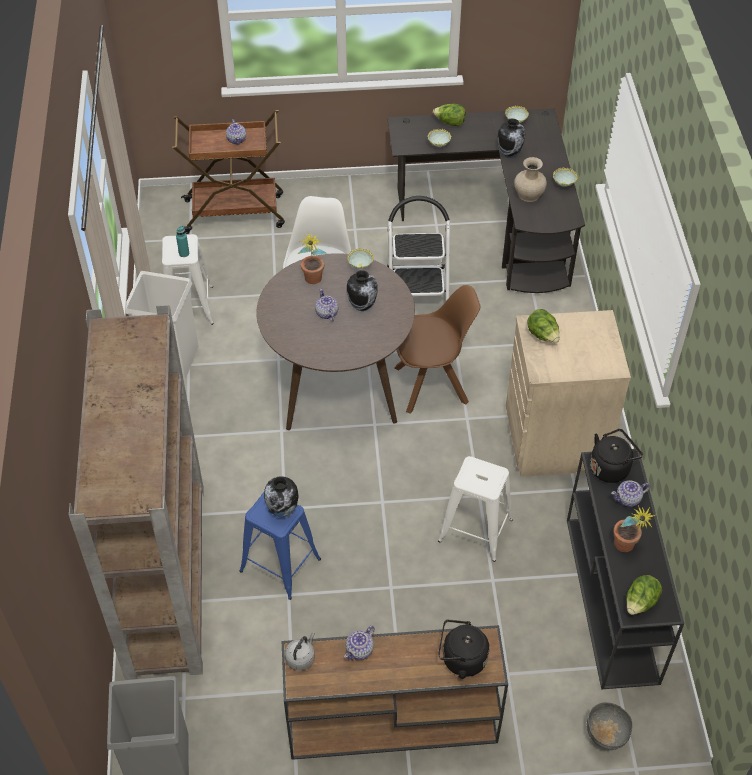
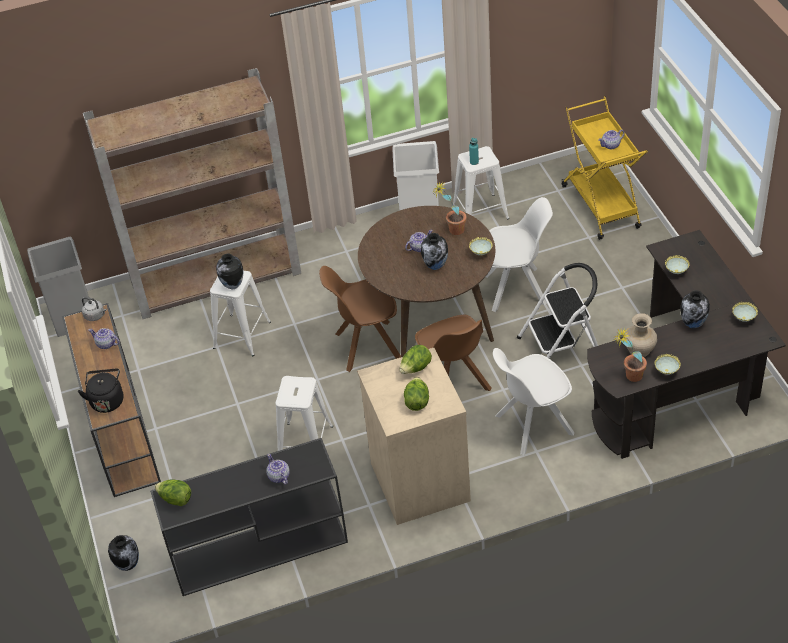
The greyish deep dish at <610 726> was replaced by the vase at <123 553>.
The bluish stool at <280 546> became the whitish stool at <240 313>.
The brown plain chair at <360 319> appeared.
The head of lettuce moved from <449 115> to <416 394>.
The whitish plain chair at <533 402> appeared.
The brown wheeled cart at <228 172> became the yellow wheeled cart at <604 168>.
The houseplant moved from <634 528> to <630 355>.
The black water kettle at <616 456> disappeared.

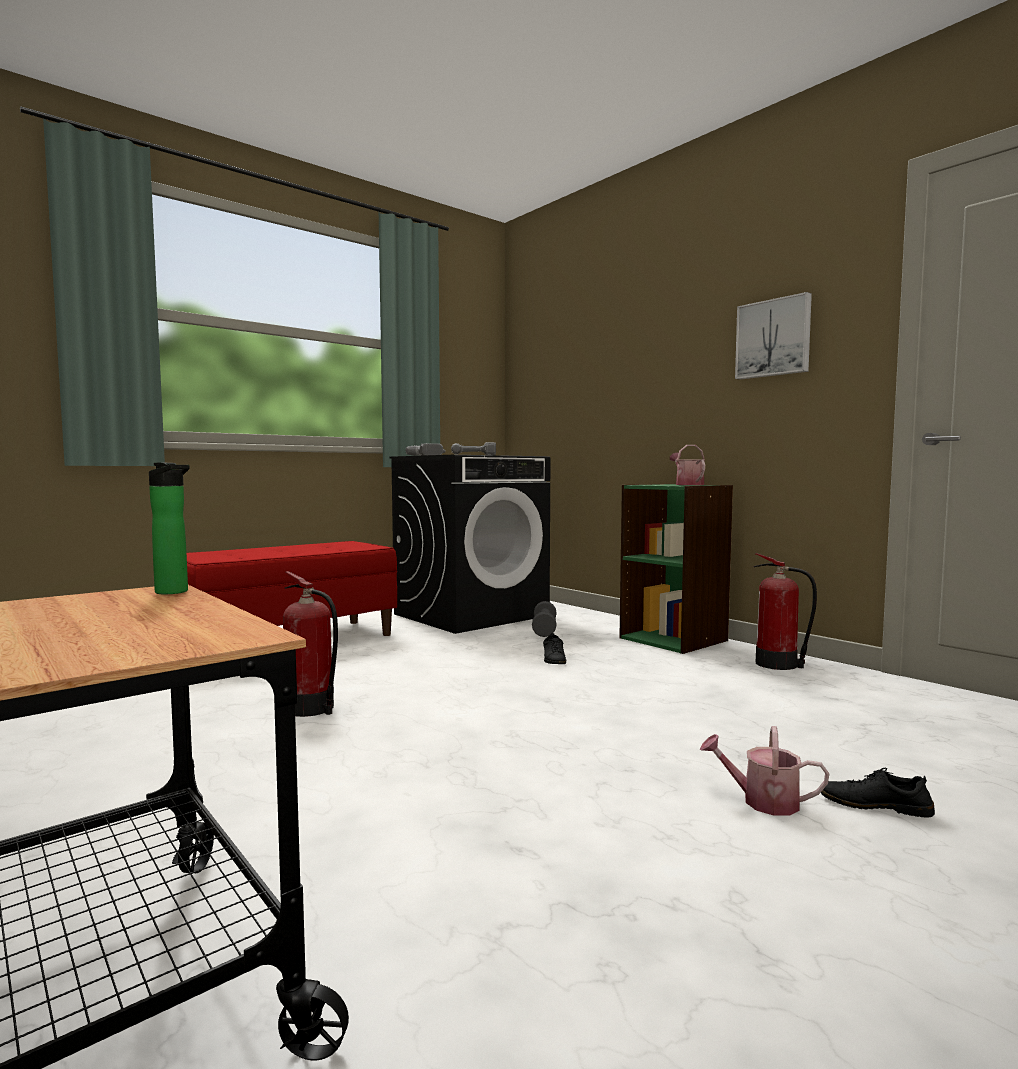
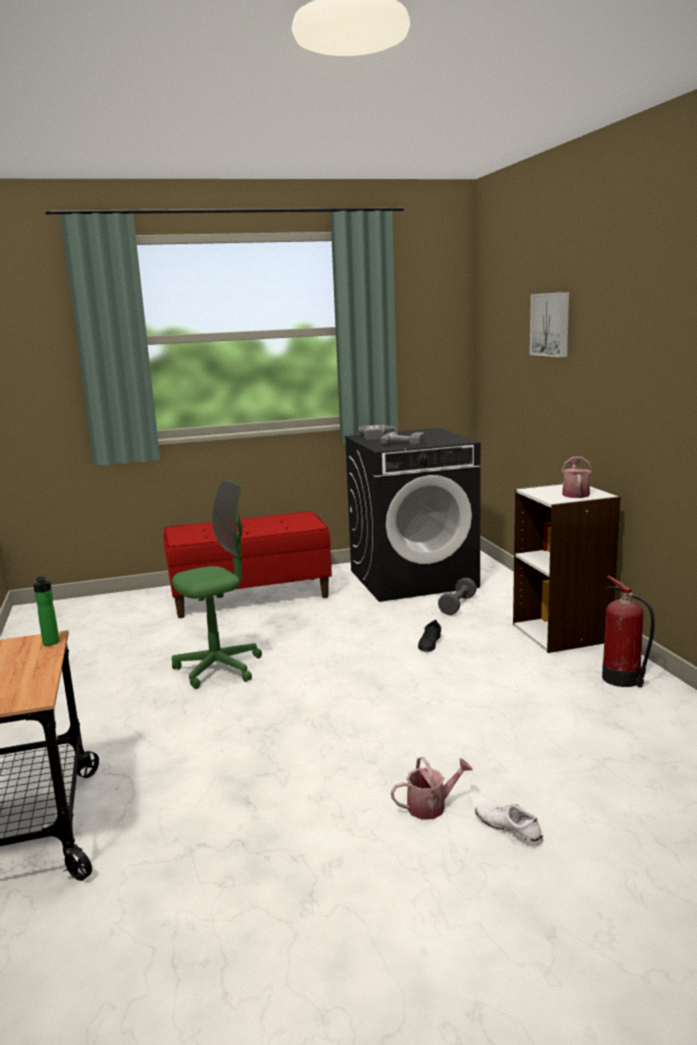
The extinguisher at <310 644> was replaced by the green computer chair at <217 584>.
The sprinkling can at <764 771> turned 120 degrees clockwise.
The black shoe at <878 792> became the whitish shoe at <509 825>.
The green bookshelf at <676 569> became the whitish bookshelf at <567 568>.
The wall art moved from <773 336> to <549 324>.

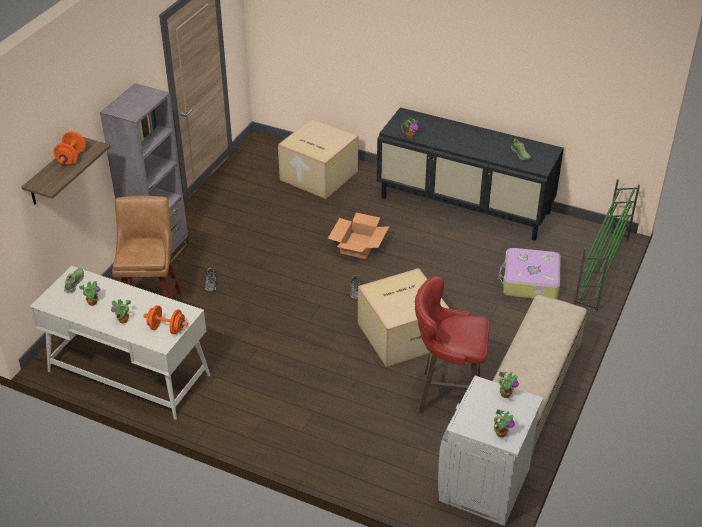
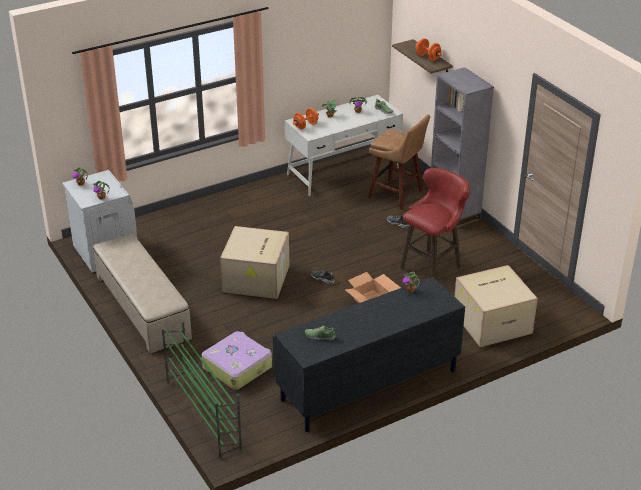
The red stool moved from <452 344> to <435 223>.

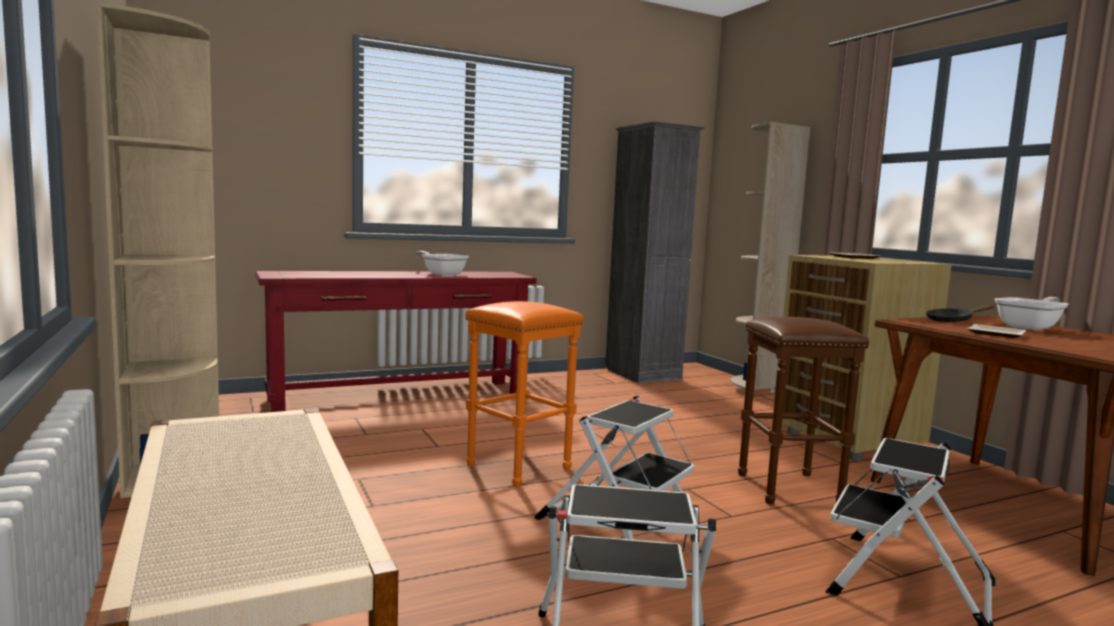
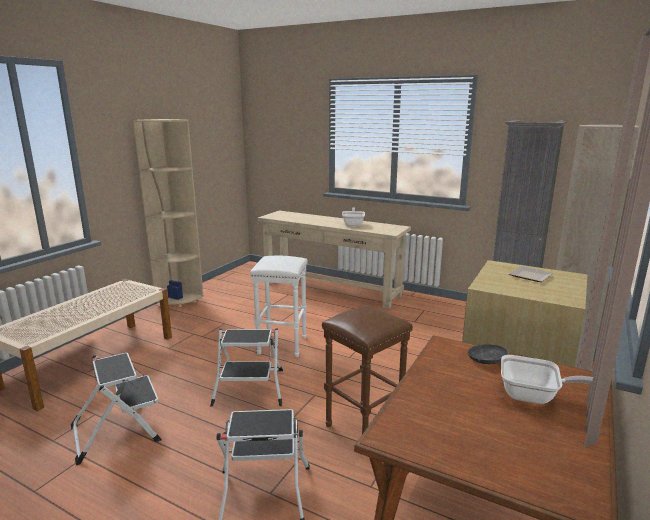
The orangey stool at <524 394> became the whitish stool at <279 306>.
The red narrow table at <395 341> became the beige-coloured narrow table at <334 259>.
The flat dish at <997 331> disappeared.

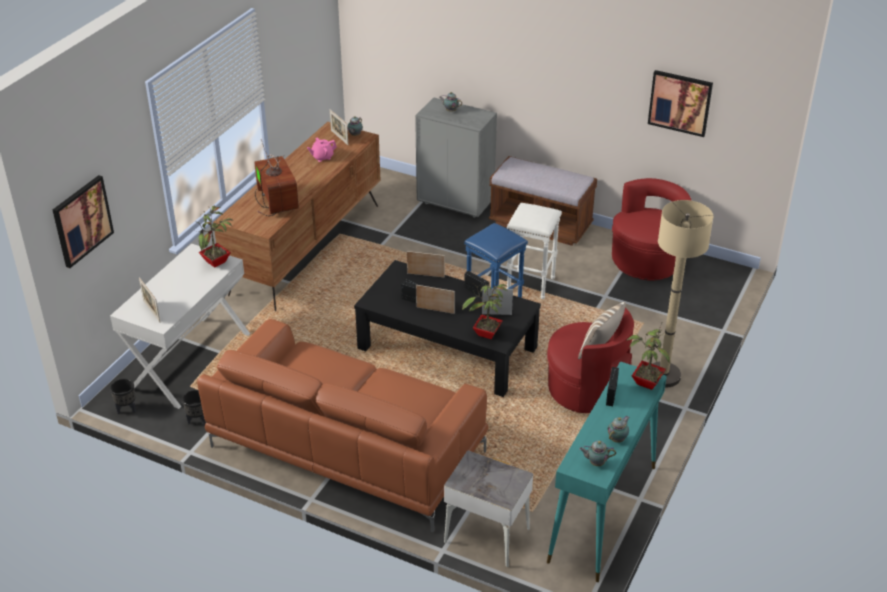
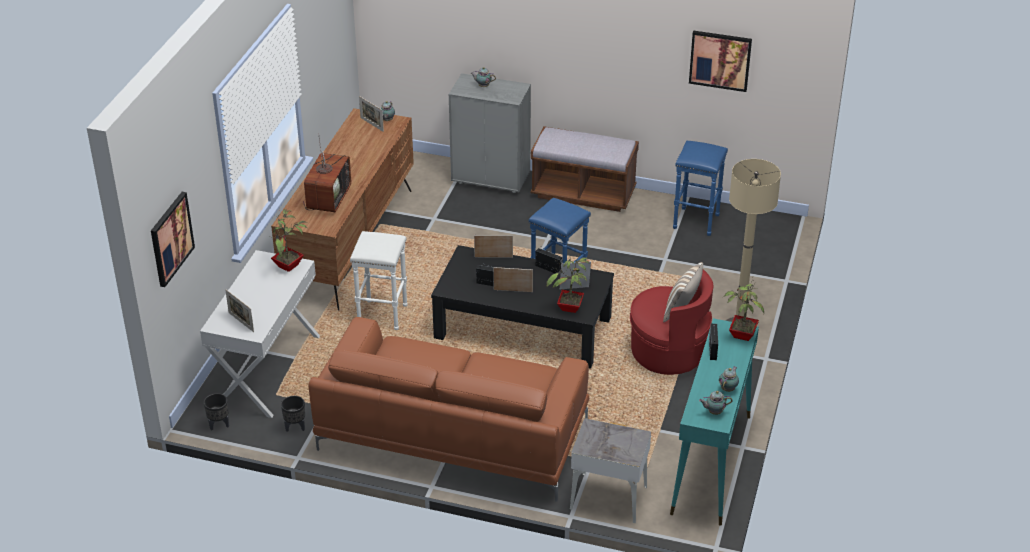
The television at <276 177> turned 45 degrees clockwise.
The whitish stool moved from <534 251> to <379 280>.
The red easy chair at <652 229> was replaced by the bluish stool at <700 188>.
The pink-coloured teapot at <322 149> disappeared.

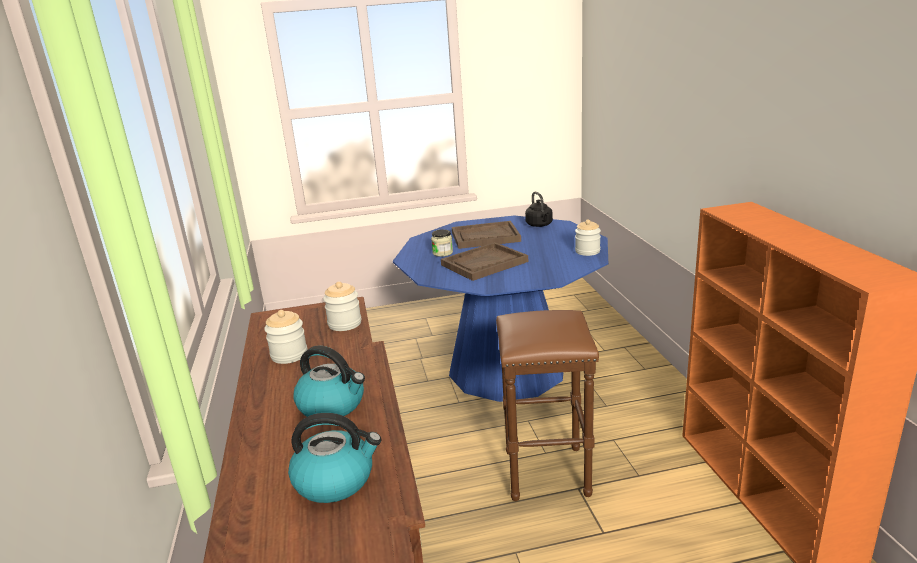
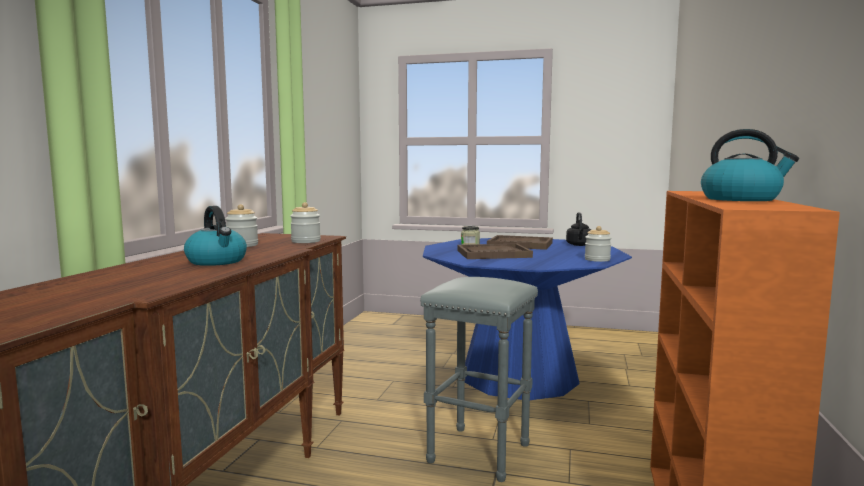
The brown stool at <547 405> became the greyish stool at <479 379>.
The water kettle moved from <334 458> to <750 165>.

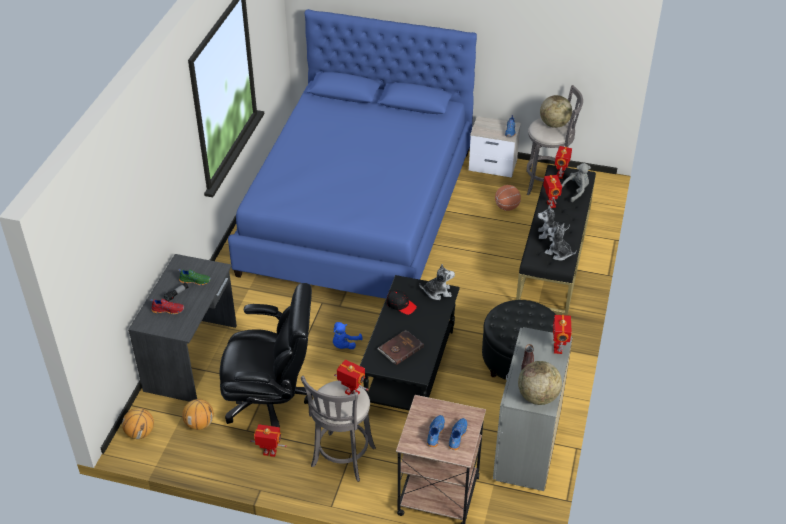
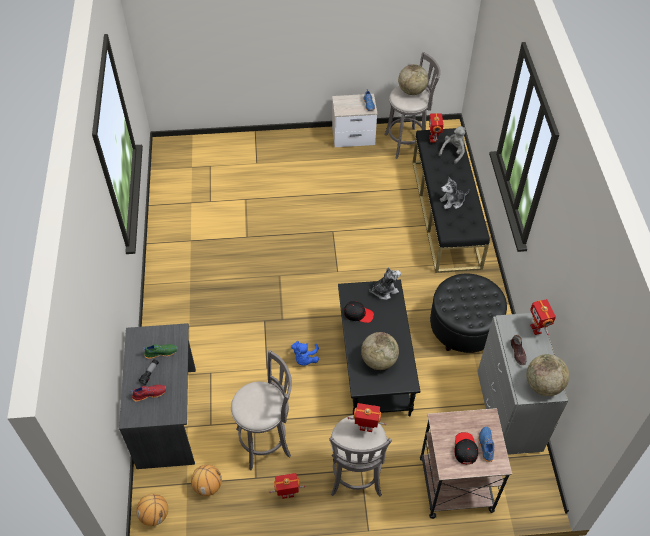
The black computer chair at <266 355> was replaced by the greyish stool at <261 410>.
The brown book at <400 347> was replaced by the globe at <380 351>.
The bluish shoe at <436 431> was replaced by the black baseball cap at <466 448>.
The bluish sleeping bed at <352 154> disappeared.
The ball for basketball at <508 198> disappeared.
The model robot at <552 191> disappeared.
The cuddly toy at <560 242> disappeared.

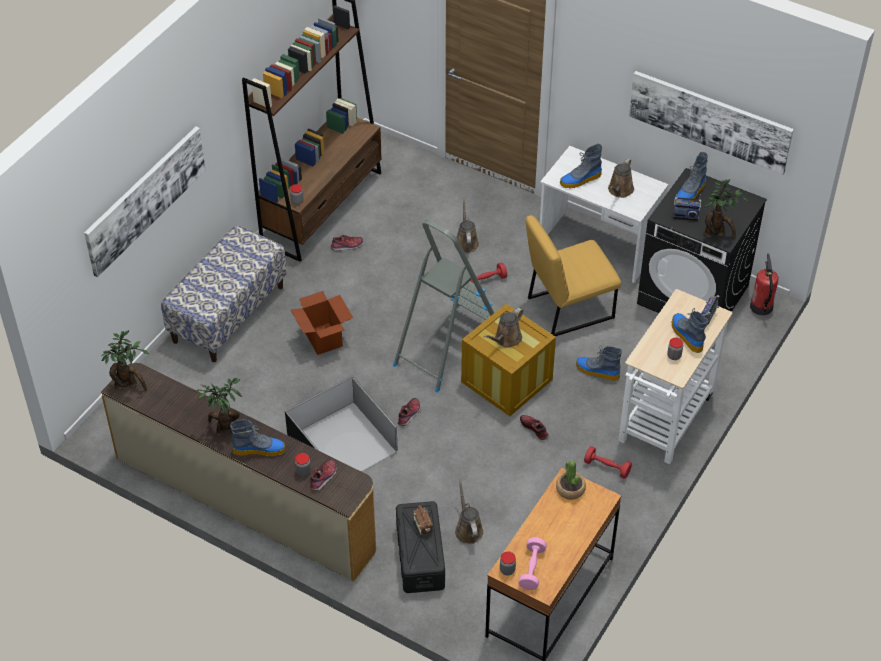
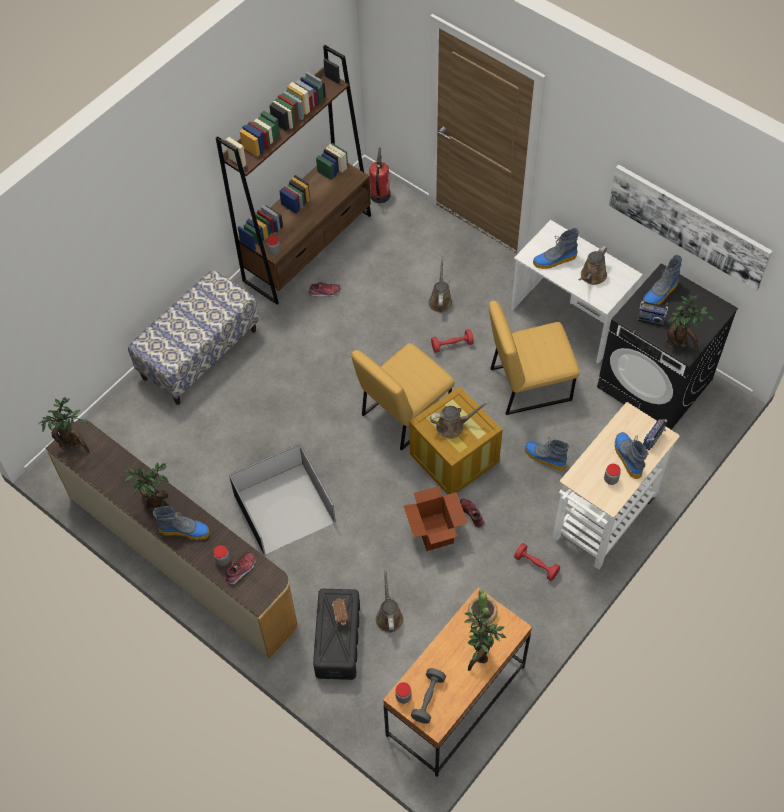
The greyish stepladder at <443 306> was replaced by the yellow plain chair at <403 397>.
The extinguisher moved from <764 284> to <379 175>.
The cardboard box moved from <321 323> to <435 518>.
The pink-coloured free weight at <533 563> became the greyish free weight at <428 696>.
The brown sprinkling can at <503 328> turned 150 degrees counterclockwise.
The houseplant at <485 639> appeared.
The wall art at <145 202> disappeared.
The shoe at <409 412> disappeared.

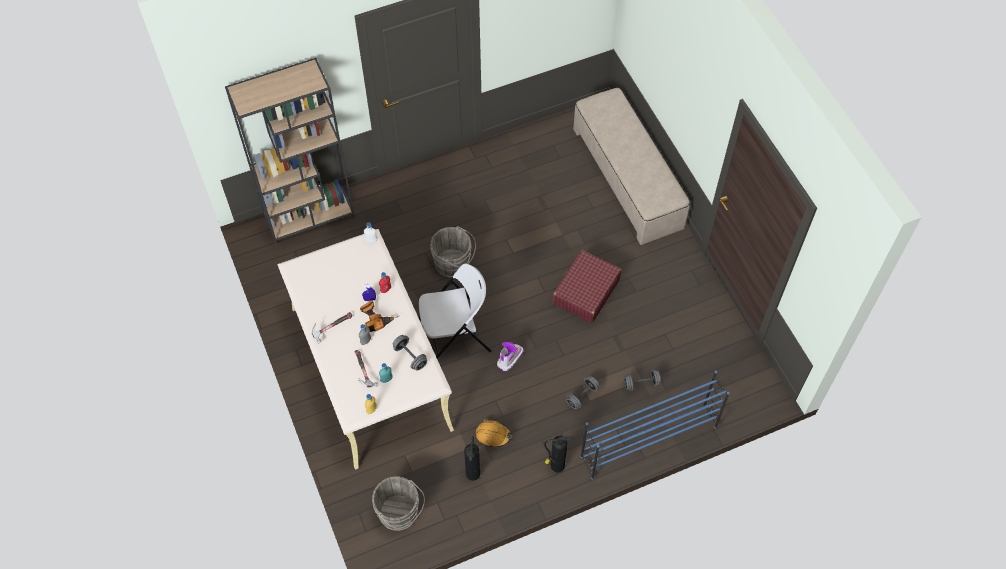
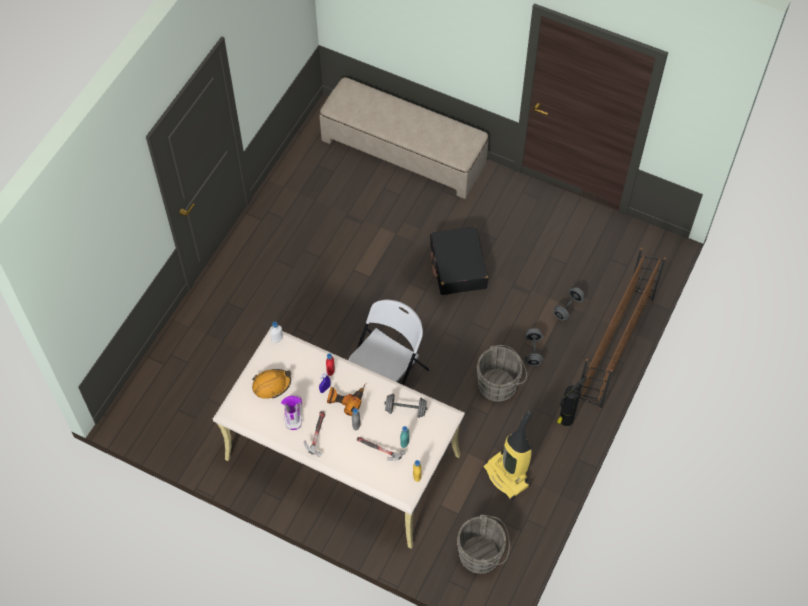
The orangey safety helmet moved from <494 433> to <271 384>.
The tall boot moved from <510 356> to <291 412>.
The red suitcase at <587 286> became the black suitcase at <459 261>.
The greyish pail moved from <453 252> to <501 373>.
The extinguisher at <472 458> was replaced by the vacuum at <507 455>.
The bluish shoe rack at <655 425> became the brown shoe rack at <622 329>.
The bookshelf at <290 151> disappeared.

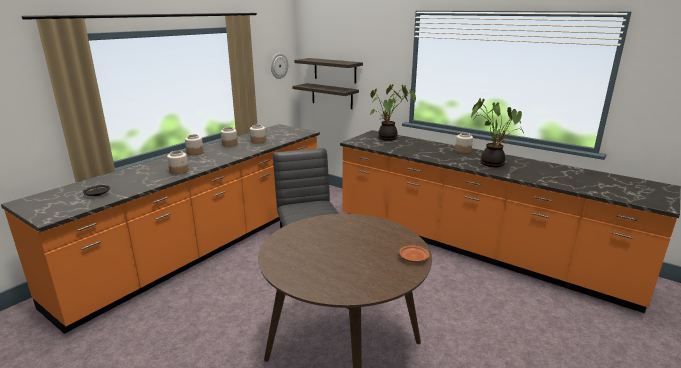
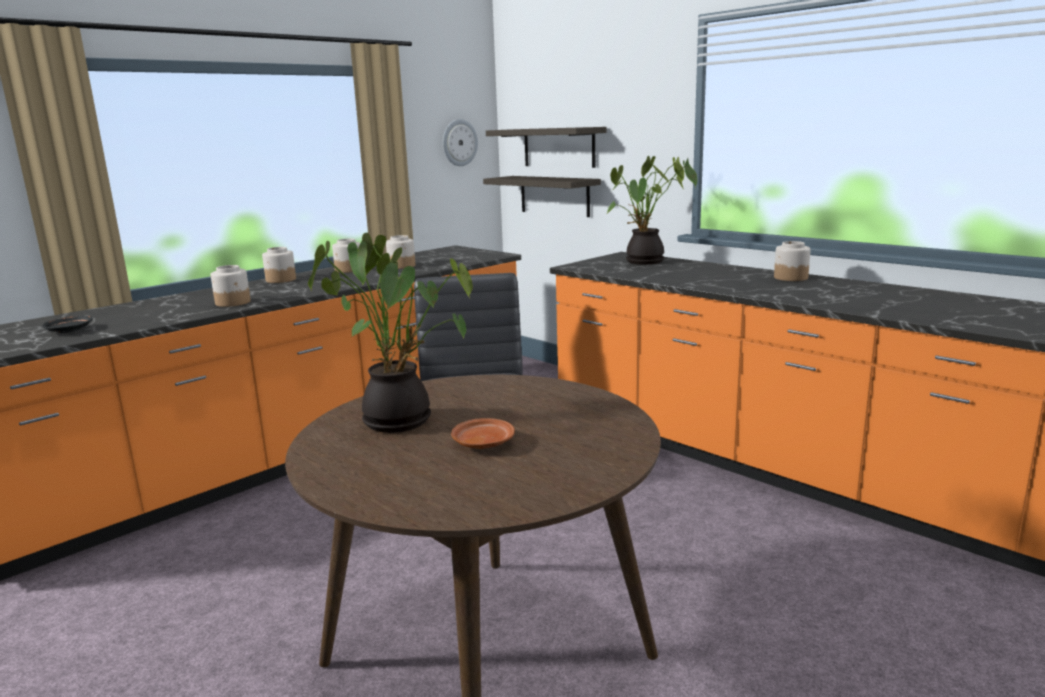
The houseplant moved from <497 132> to <390 333>.
The brown flat dish moved from <414 253> to <483 433>.

